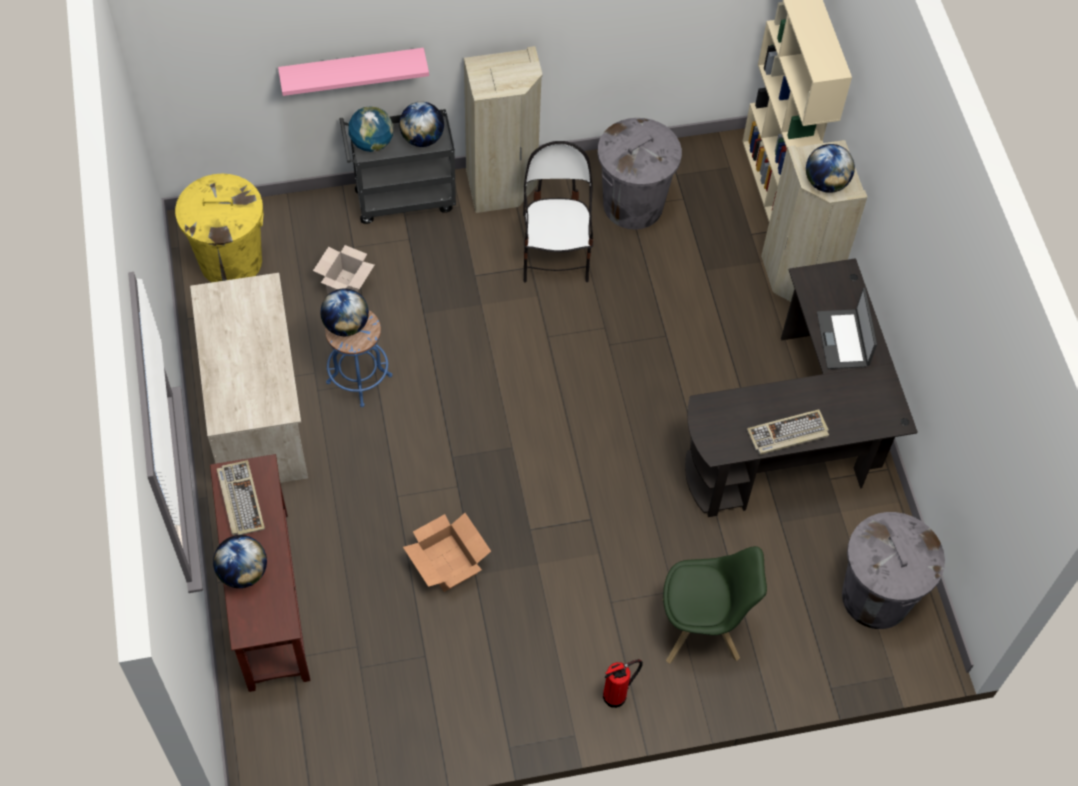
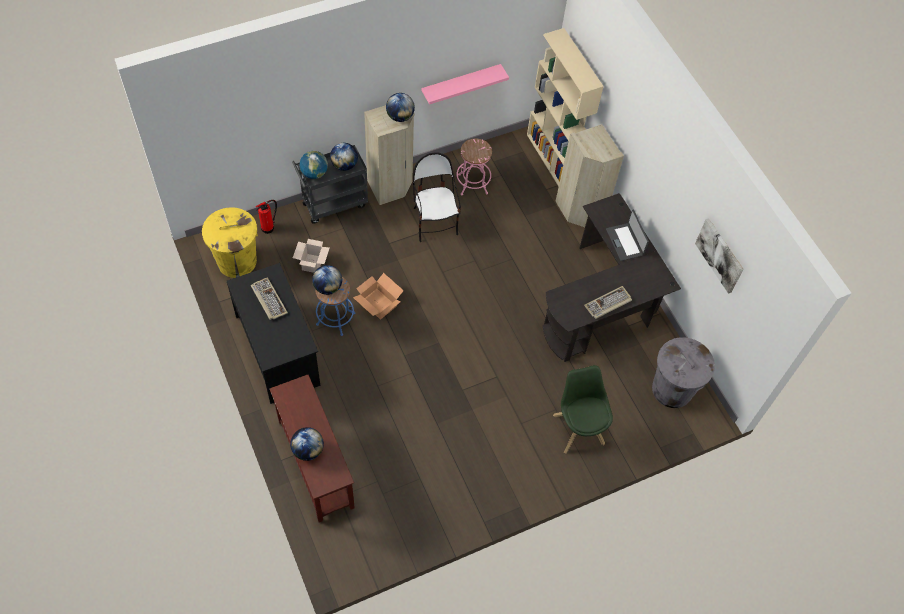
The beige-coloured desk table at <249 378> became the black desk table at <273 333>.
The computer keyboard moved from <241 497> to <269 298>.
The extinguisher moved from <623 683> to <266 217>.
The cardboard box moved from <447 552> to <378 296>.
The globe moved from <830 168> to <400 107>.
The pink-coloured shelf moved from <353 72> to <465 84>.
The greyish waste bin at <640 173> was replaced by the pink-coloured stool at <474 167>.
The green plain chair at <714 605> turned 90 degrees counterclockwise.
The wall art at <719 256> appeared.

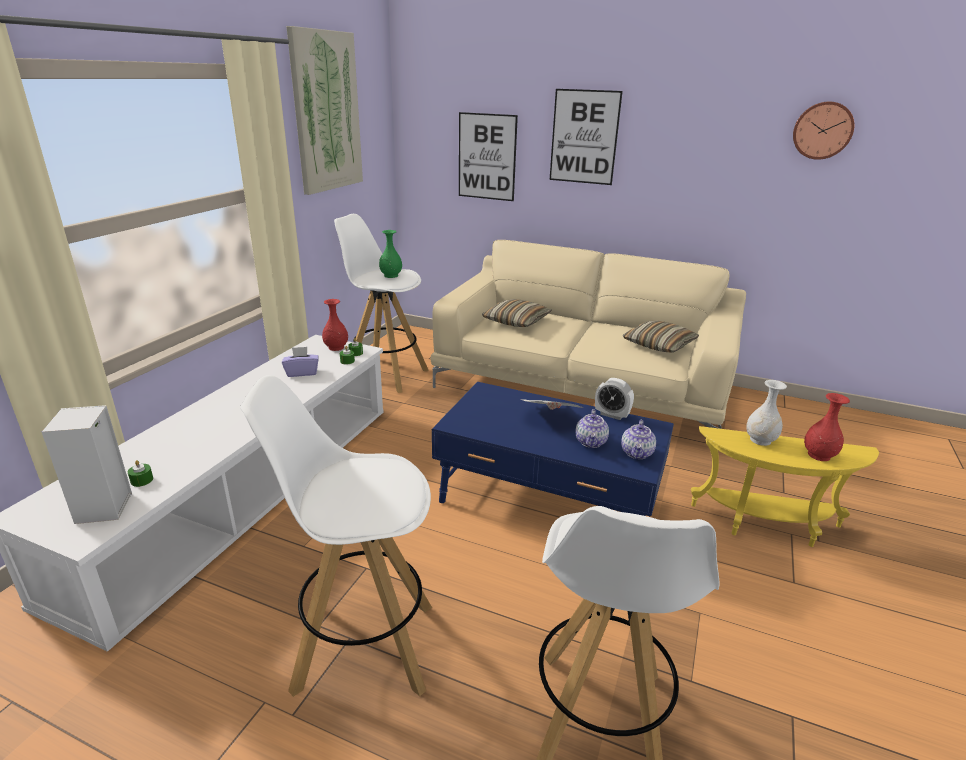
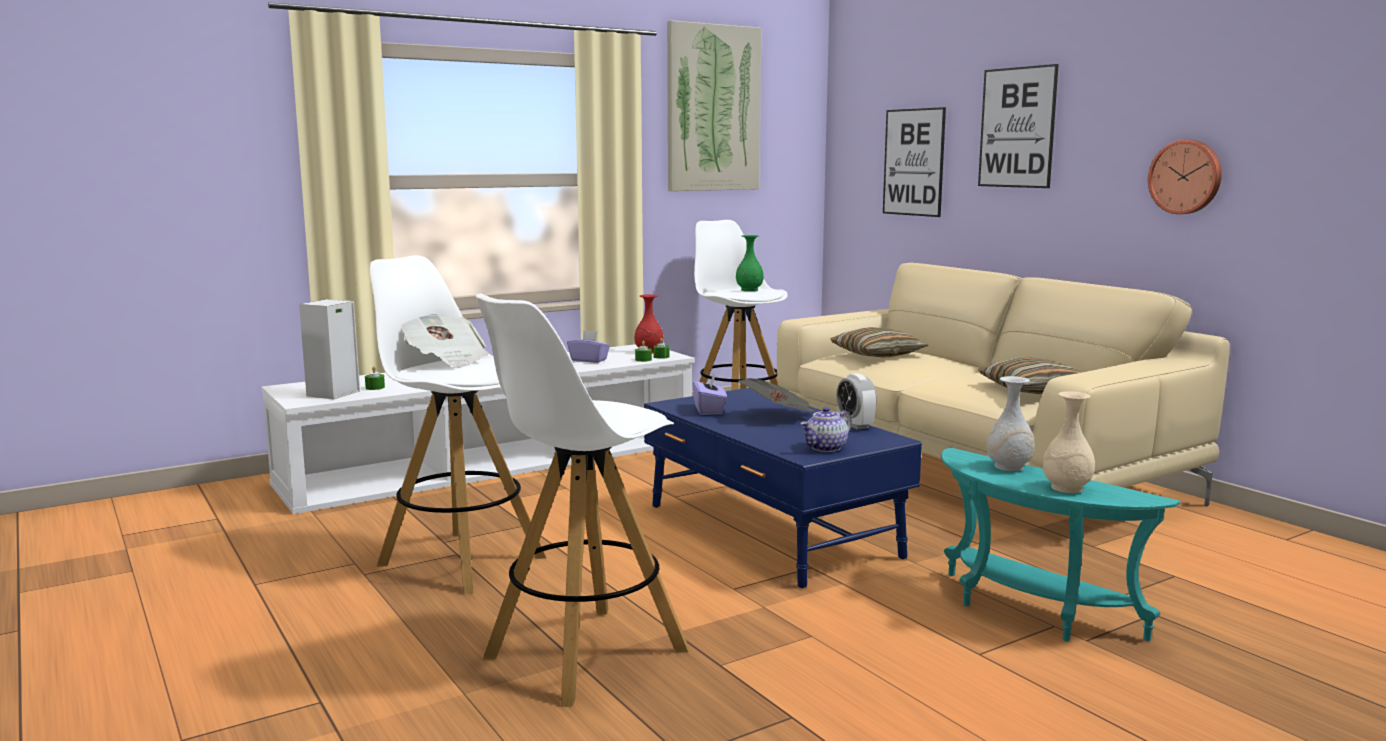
The printed paper at <445 341> appeared.
The purple box of tissues at <710 394> appeared.
The yellow side table at <785 486> became the turquoise-coloured side table at <1061 545>.
The red vase at <827 427> became the beige-coloured vase at <1069 442>.
The wall clock moved from <824 130> to <1185 177>.
The teapot at <592 428> disappeared.

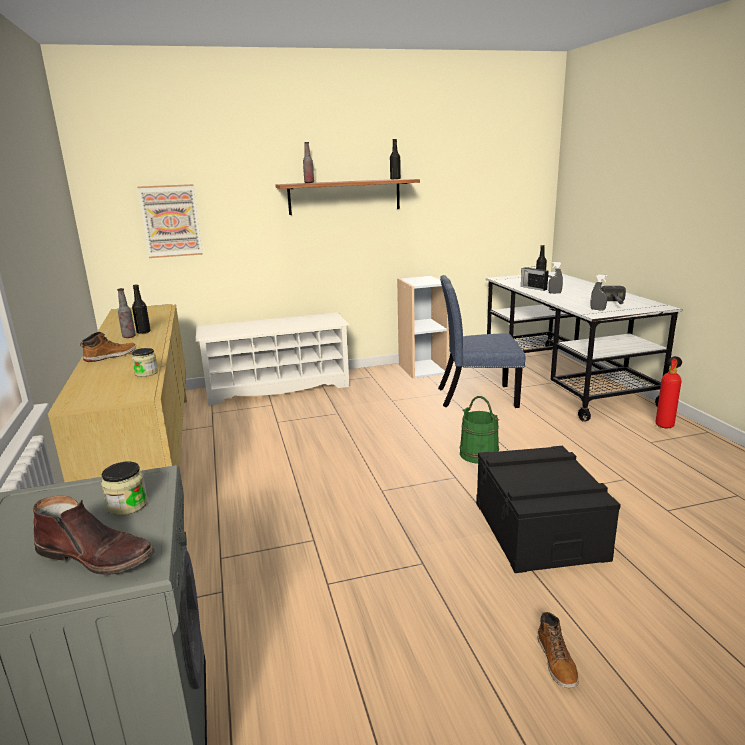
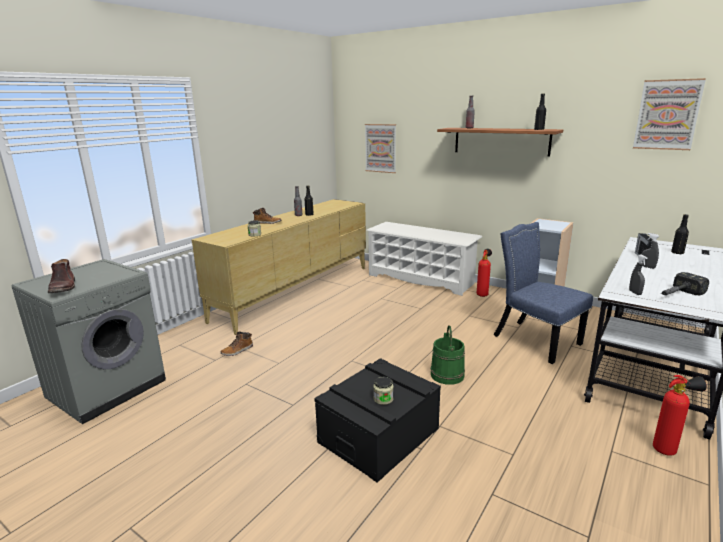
The tall boot moved from <558 650> to <236 344>.
The storage jar moved from <124 489> to <383 391>.
The extinguisher at <484 273> appeared.
The wall art at <669 114> appeared.

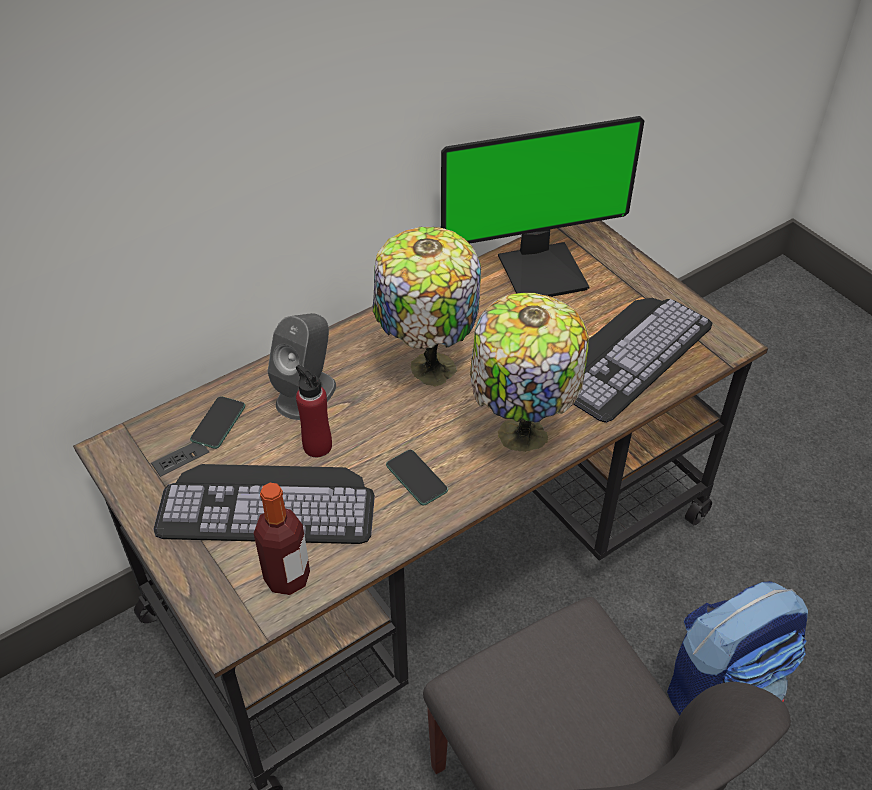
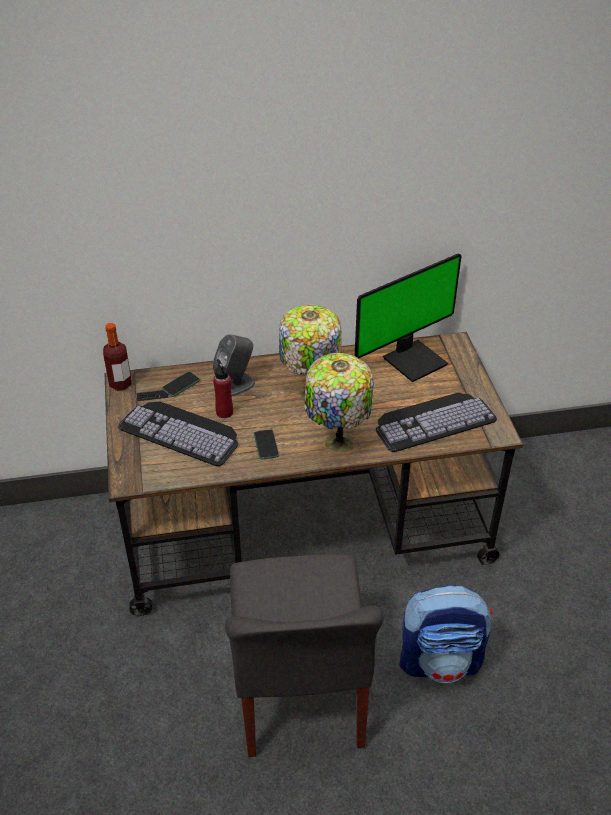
The beverage bottle moved from <281 539> to <117 357>.
The computer screen at <542 206> turned 45 degrees counterclockwise.

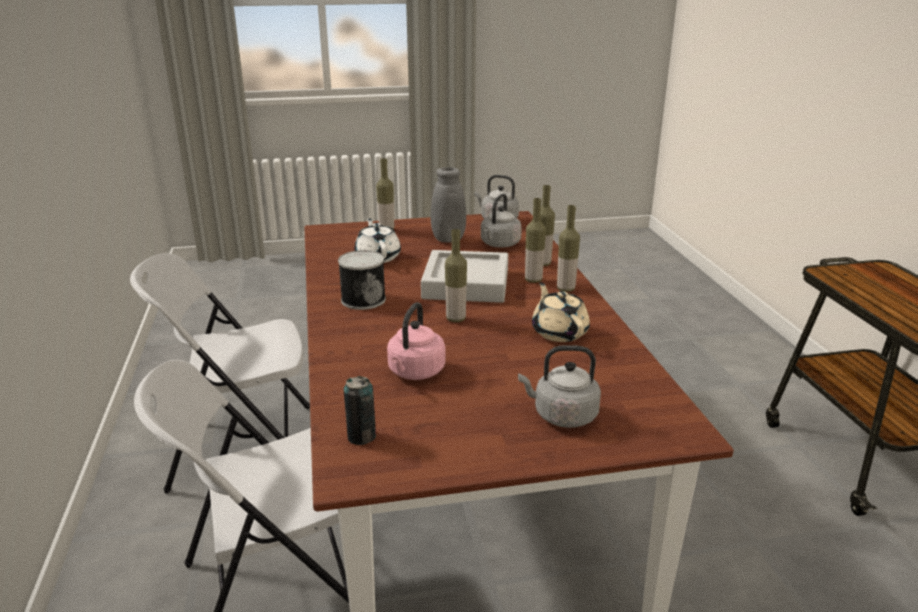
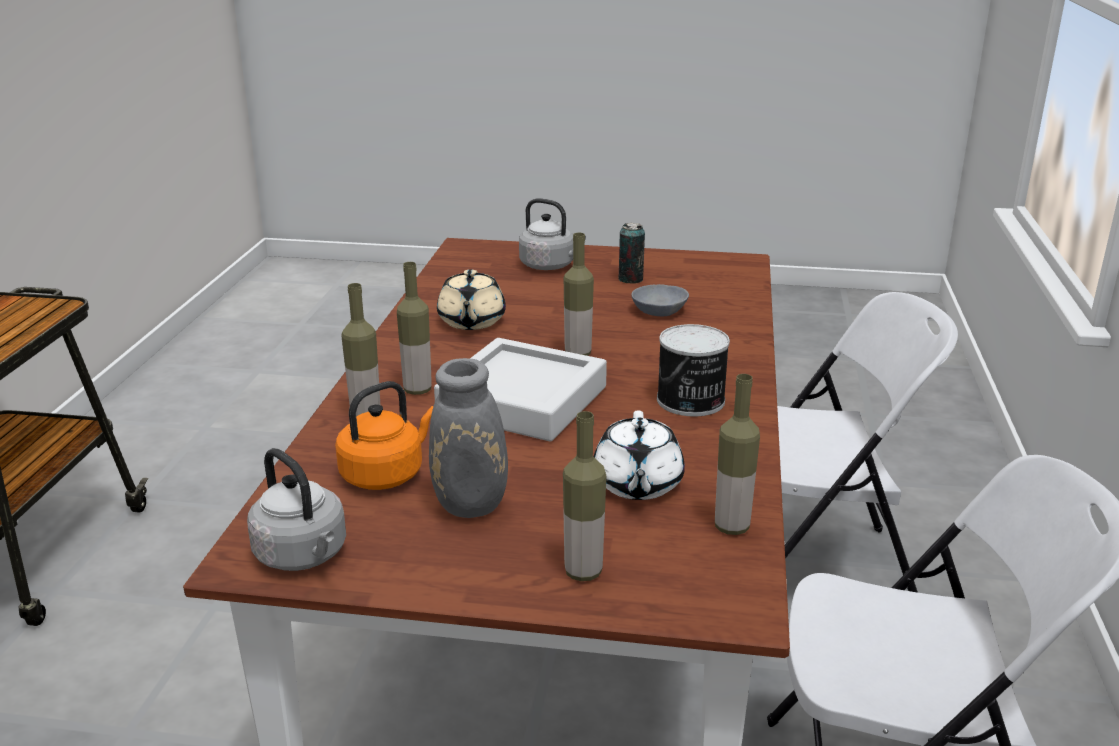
The greyish water kettle at <501 220> became the orangey water kettle at <384 435>.
The metal can moved from <360 410> to <632 253>.
The pink-coloured water kettle at <416 341> was replaced by the greyish deep dish at <660 300>.
The beverage bottle moved from <568 248> to <737 454>.

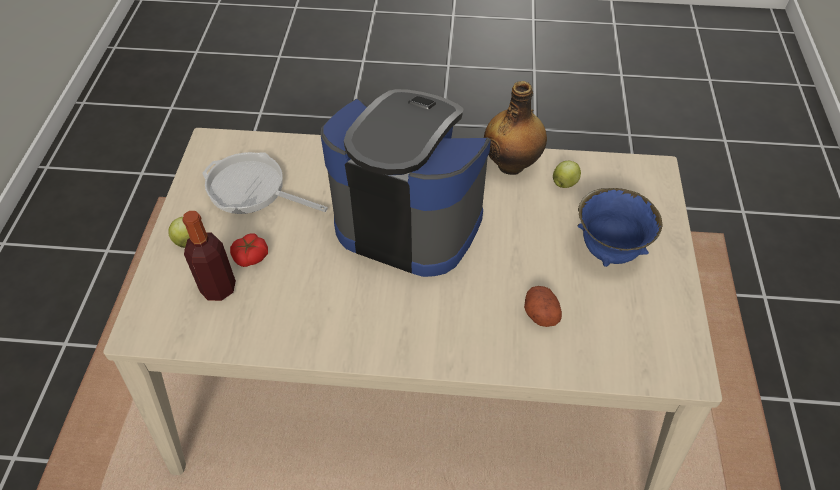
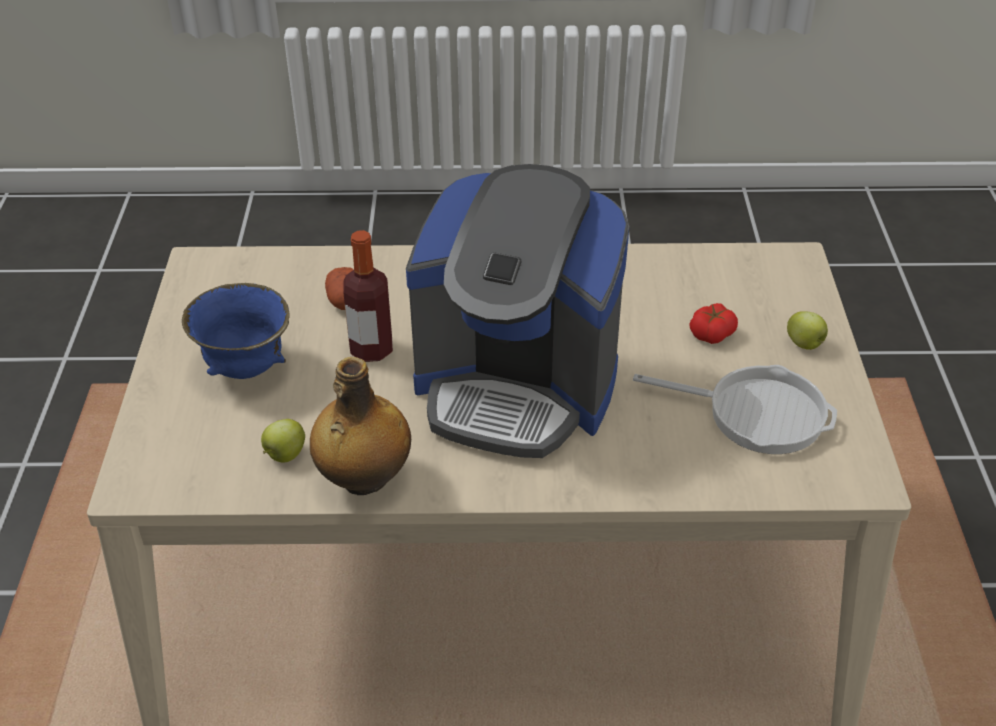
The beverage bottle moved from <209 256> to <368 296>.

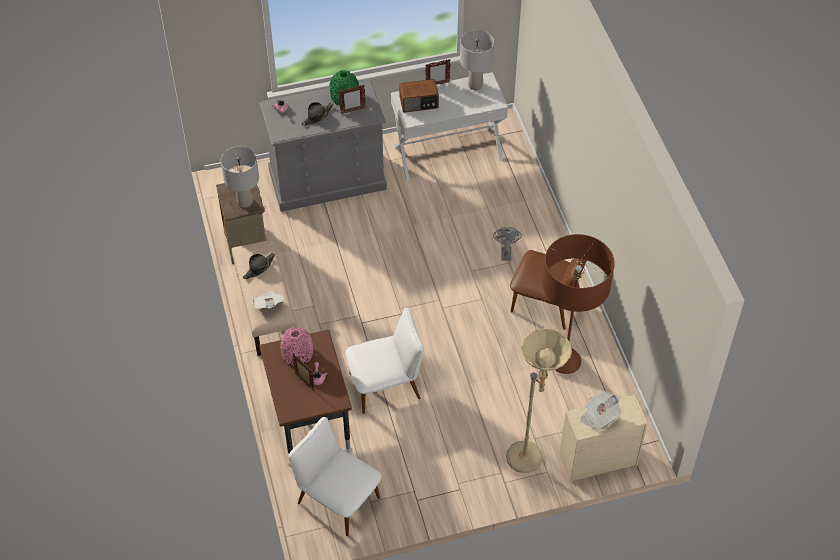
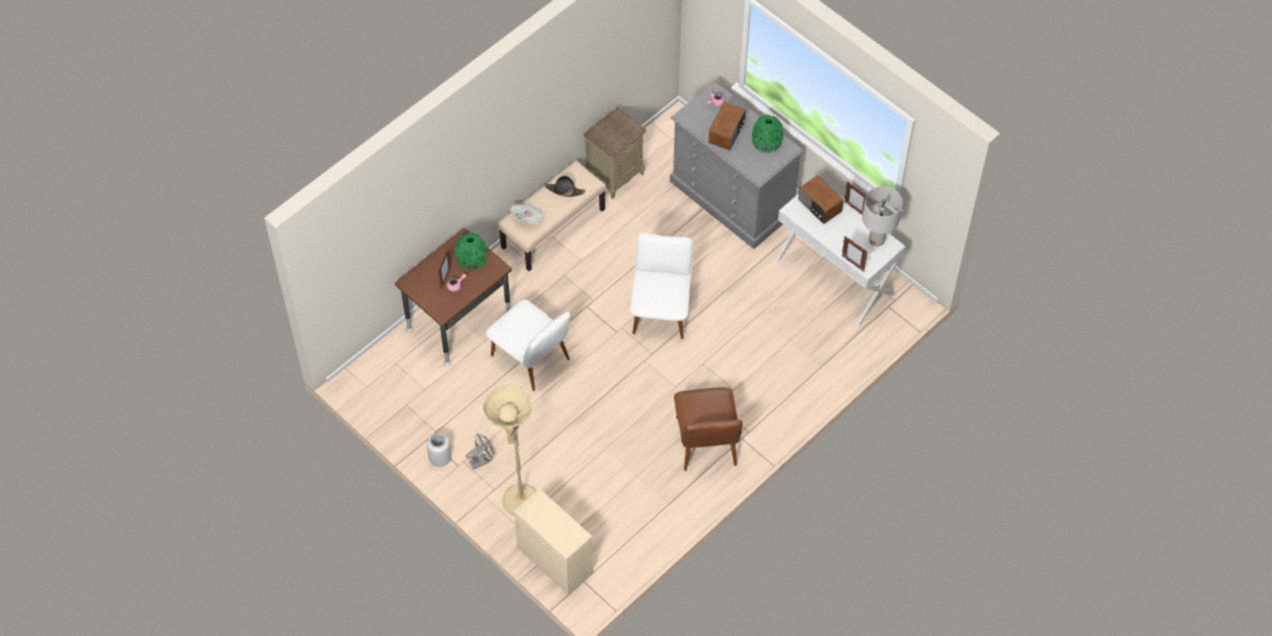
The greyish vase at <439 450> appeared.
The pink-coloured vase at <297 346> became the green vase at <471 252>.
The greyish electric fan moved from <507 244> to <480 451>.
The whitish plain chair moved from <335 476> to <661 286>.
The black hat at <317 114> was replaced by the radio receiver at <727 126>.
The photo frame moved from <352 99> to <855 253>.
The greyish tabletop lamp at <240 177> disappeared.
The brown standard lamp at <578 304> disappeared.
The printed paper at <600 411> disappeared.

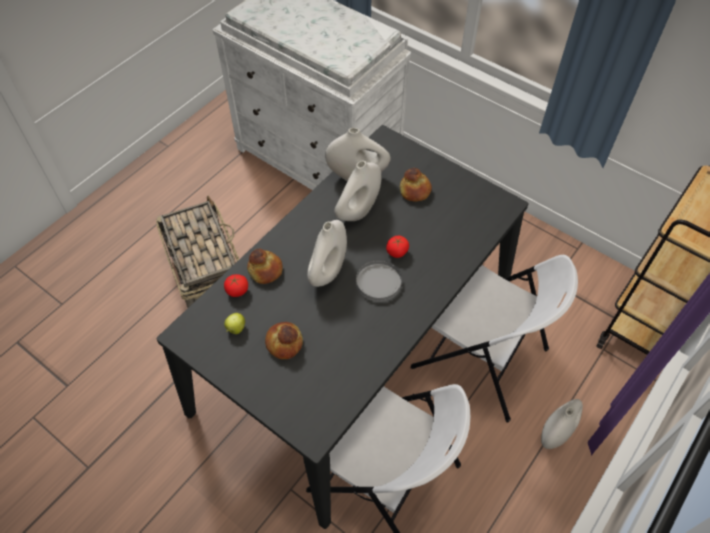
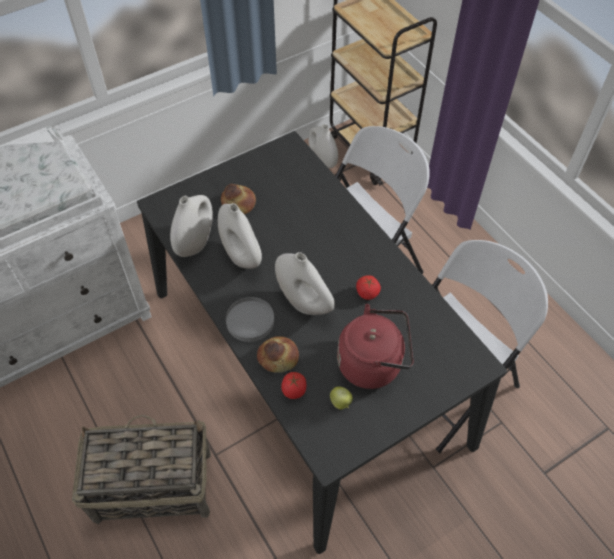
The greyish flat dish moved from <379 281> to <250 319>.
The whitish vase moved from <562 424> to <323 146>.
The bread at <284 340> was replaced by the red water kettle at <375 346>.
The tomato moved from <397 247> to <368 287>.

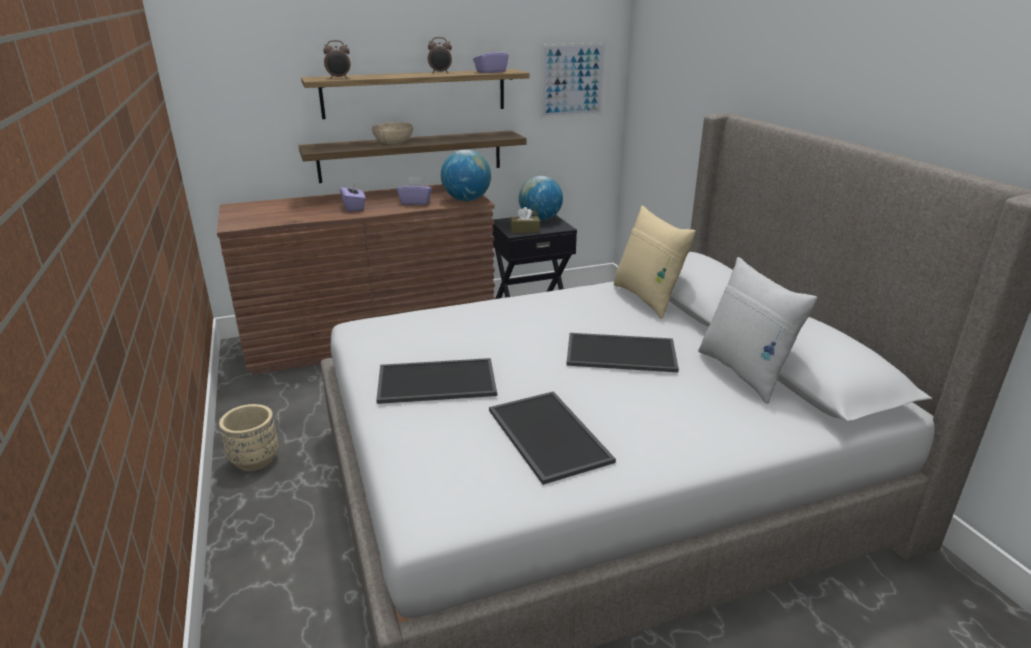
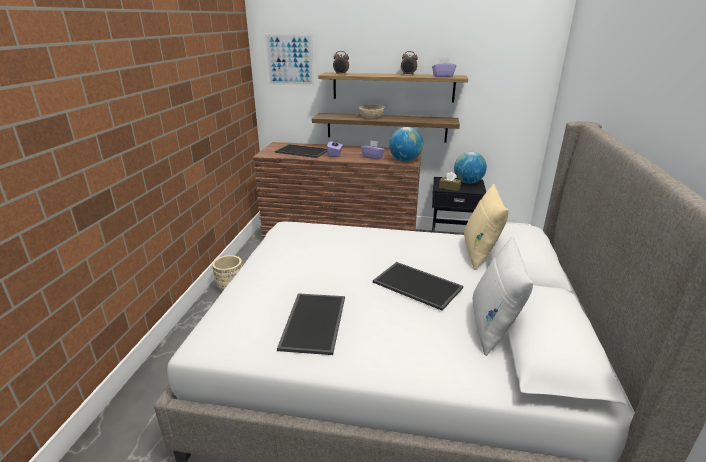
The wall art moved from <573 81> to <289 60>.
The serving tray moved from <436 381> to <301 151>.

